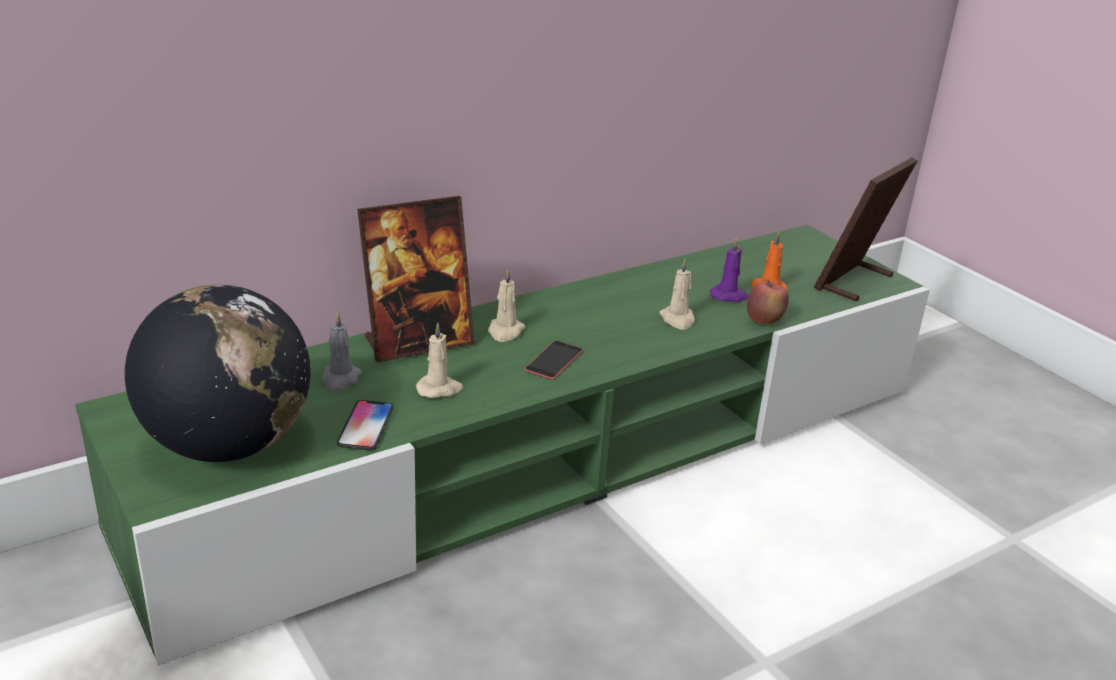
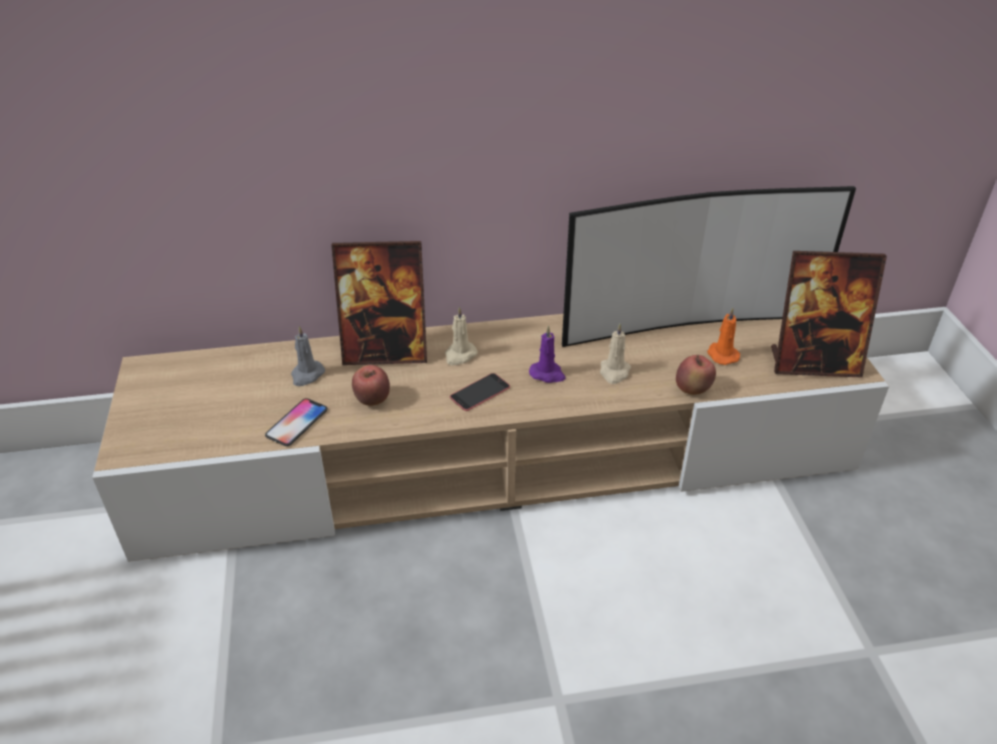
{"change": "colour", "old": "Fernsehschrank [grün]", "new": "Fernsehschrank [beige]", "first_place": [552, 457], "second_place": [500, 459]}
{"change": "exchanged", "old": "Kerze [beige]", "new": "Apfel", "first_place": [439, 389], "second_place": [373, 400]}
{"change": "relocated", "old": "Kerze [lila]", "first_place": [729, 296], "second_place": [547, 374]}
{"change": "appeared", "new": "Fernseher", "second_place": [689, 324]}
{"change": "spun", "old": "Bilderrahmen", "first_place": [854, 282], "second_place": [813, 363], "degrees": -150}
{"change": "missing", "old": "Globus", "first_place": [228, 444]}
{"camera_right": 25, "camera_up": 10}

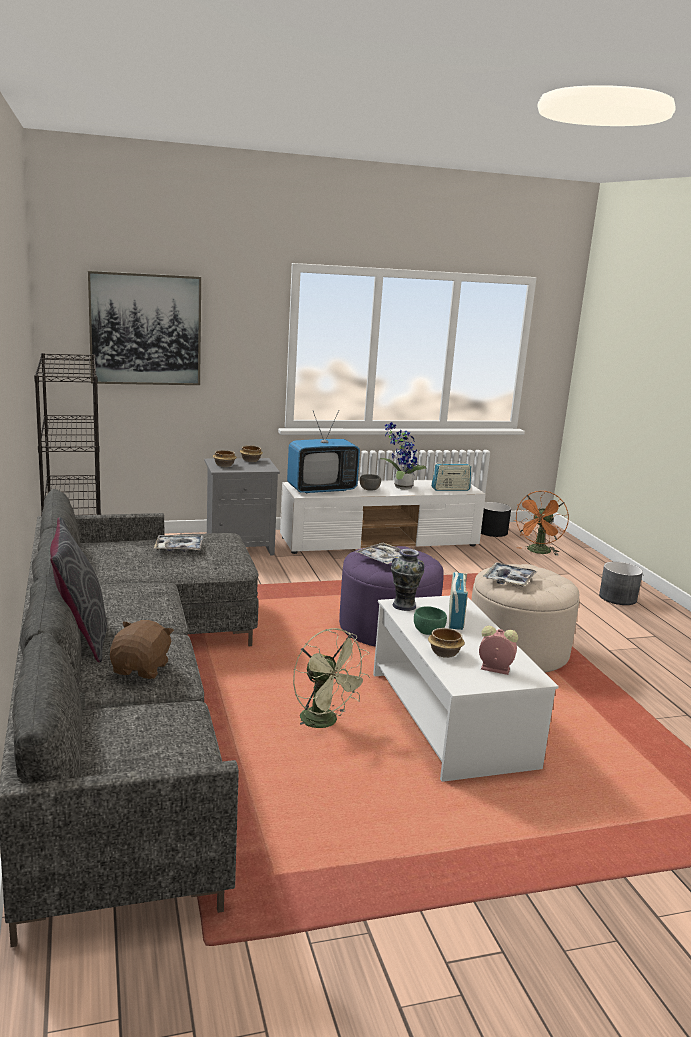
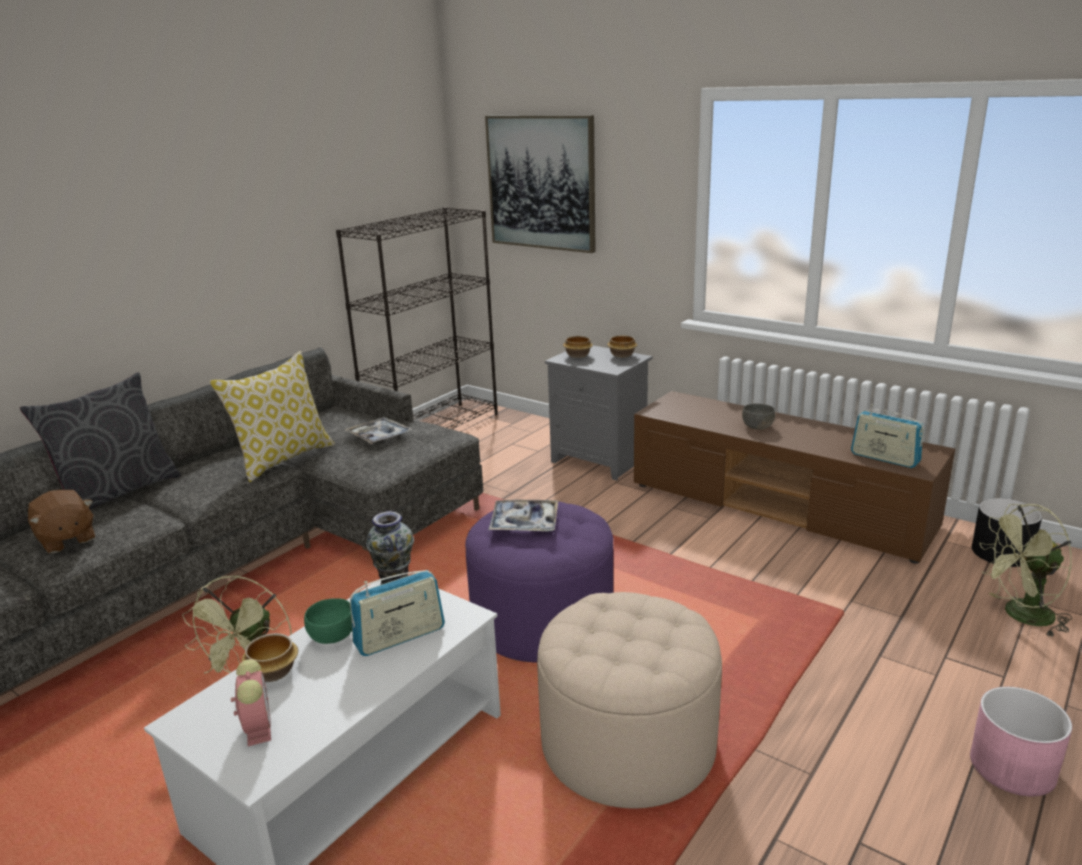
{"change": "spun", "old": "Plüschtier [braun]", "first_place": [141, 669], "second_place": [66, 540], "degrees": 75}
{"change": "appeared", "new": "Kissen", "second_place": [284, 458]}
{"change": "colour", "old": "Fernsehschrank [weiß]", "new": "Fernsehschrank [braun]", "first_place": [380, 542], "second_place": [780, 507]}
{"change": "colour", "old": "Pflanzkübel [grau]", "new": "Pflanzkübel [rosa]", "first_place": [617, 598], "second_place": [1012, 766]}
{"change": "colour", "old": "Ventilator [orange]", "new": "Ventilator [grün]", "first_place": [538, 552], "second_place": [1020, 616]}
{"change": "missing", "old": "Fernseher", "first_place": [321, 489]}
{"change": "missing", "old": "Topfpflanze", "first_place": [400, 487]}
{"change": "missing", "old": "Tablett", "first_place": [509, 580]}
{"camera_right": 55, "camera_up": 5}

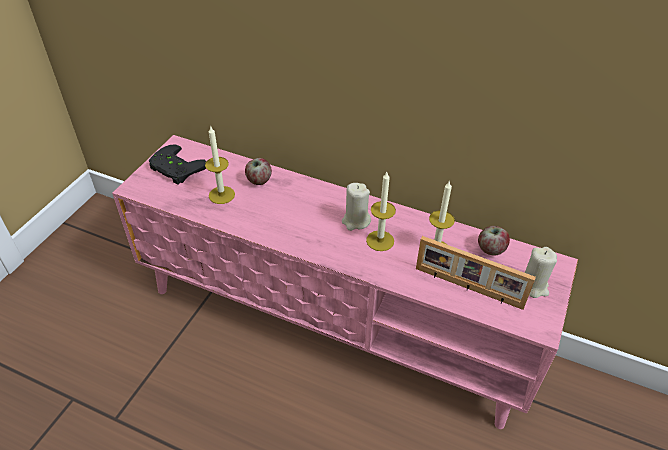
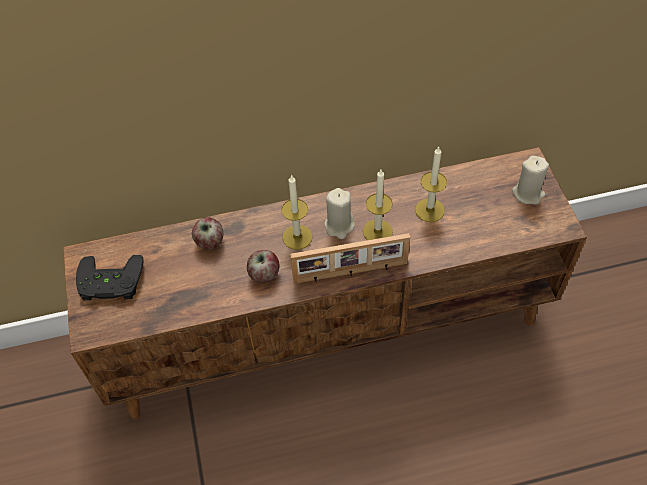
{"change": "colour", "old": "Fernsehschrank [rosa]", "new": "Fernsehschrank [braun]", "first_place": [334, 322], "second_place": [329, 328]}
{"change": "relocated", "old": "Apfel", "first_place": [491, 249], "second_place": [264, 274]}
{"change": "relocated", "old": "Kerze", "first_place": [221, 195], "second_place": [297, 237]}
{"change": "relocated", "old": "Bilderrahmen", "first_place": [468, 288], "second_place": [350, 273]}
{"camera_right": -35, "camera_up": 10}

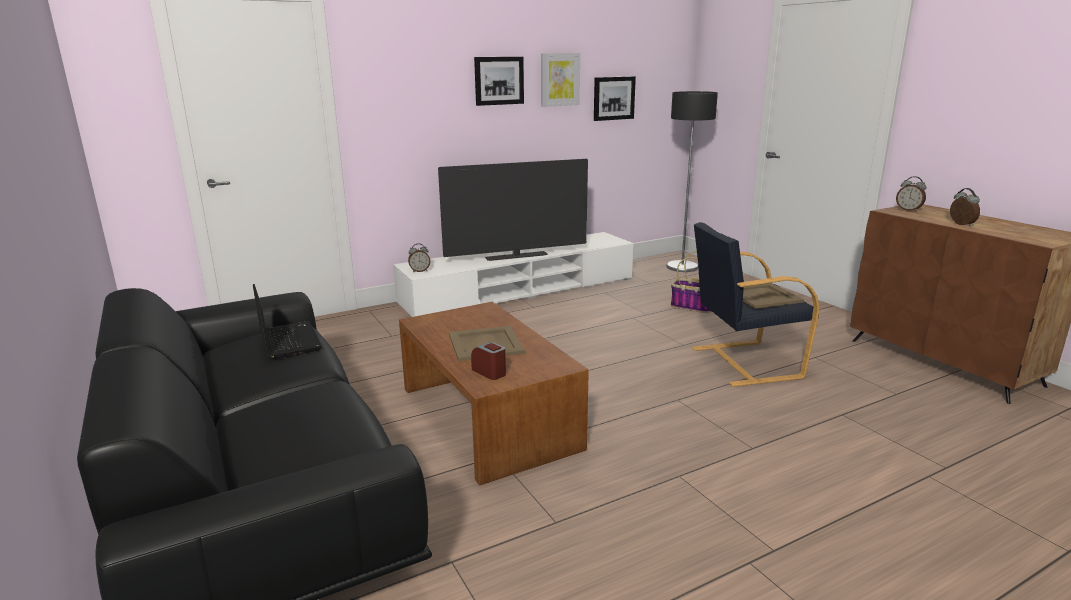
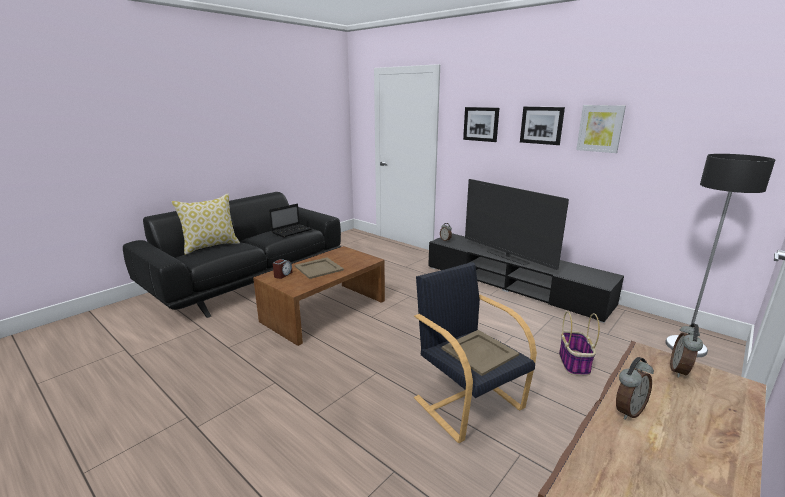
{"change": "appeared", "new": "Kissen", "second_place": [211, 246]}
{"change": "colour", "old": "Fernsehschrank [weiß]", "new": "Fernsehschrank [schwarz]", "first_place": [520, 291], "second_place": [513, 285]}
{"change": "relocated", "old": "Bild", "first_place": [613, 98], "second_place": [481, 124]}
{"camera_right": 70, "camera_up": 0}

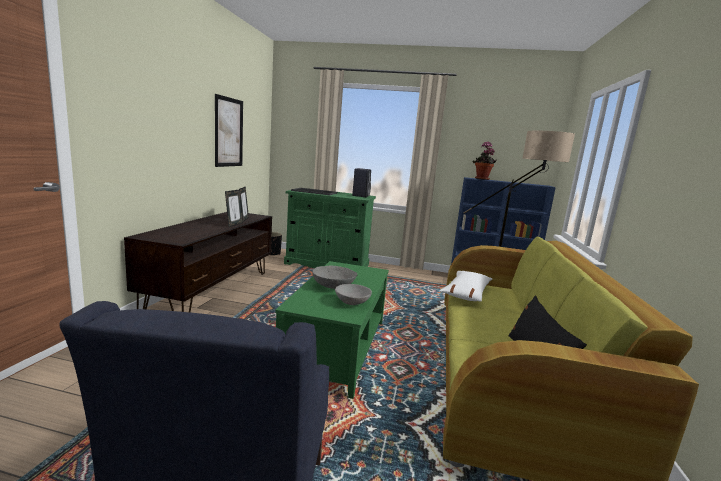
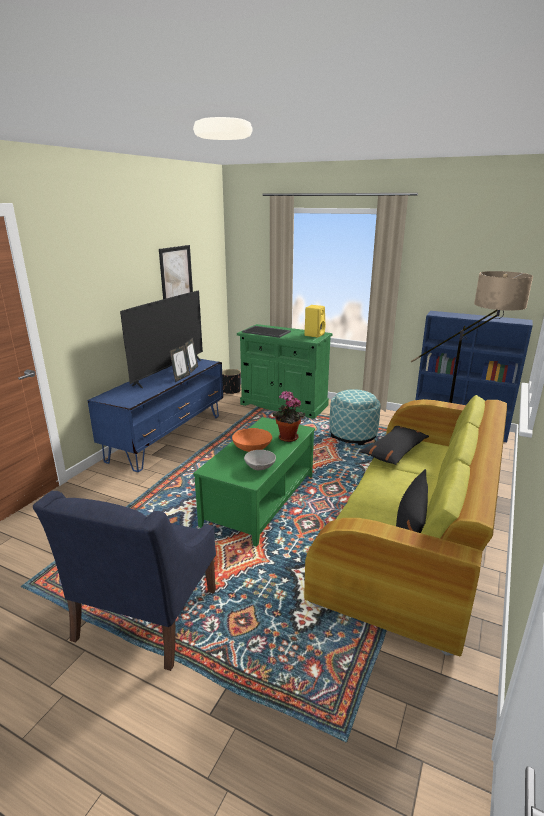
{"change": "colour", "old": "Fernsehschrank [braun]", "new": "Fernsehschrank [blau]", "first_place": [212, 291], "second_place": [167, 437]}
{"change": "appeared", "new": "Fernseher", "second_place": [168, 372]}
{"change": "colour", "old": "Schüssel [grau]", "new": "Schüssel [orange]", "first_place": [333, 285], "second_place": [252, 447]}
{"change": "relocated", "old": "Topfpflanze", "first_place": [482, 179], "second_place": [287, 438]}
{"change": "colour", "old": "Lautsprecher [schwarz]", "new": "Lautsprecher [gelb]", "first_place": [360, 196], "second_place": [314, 334]}
{"change": "appeared", "new": "Polsterhocker", "second_place": [353, 435]}
{"change": "colour", "old": "Kissen [weiß]", "new": "Kissen [schwarz]", "first_place": [466, 293], "second_place": [394, 451]}
{"camera_right": 15, "camera_up": 10}

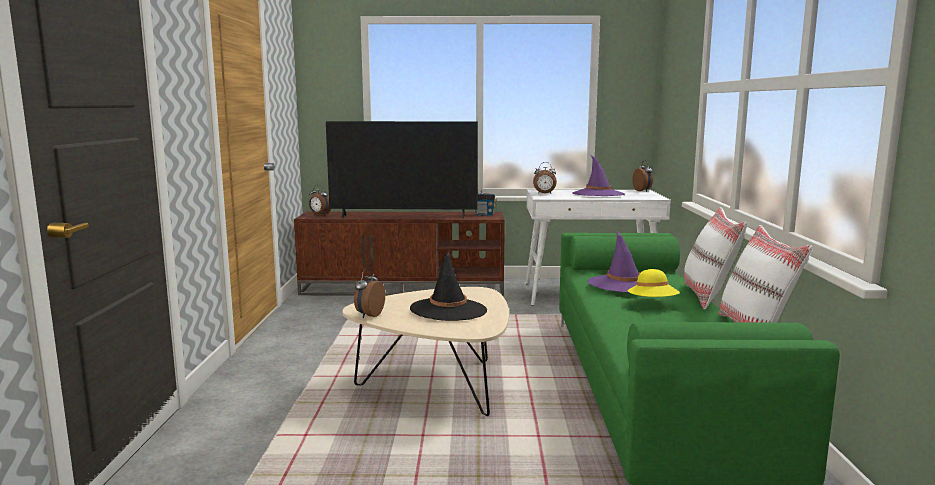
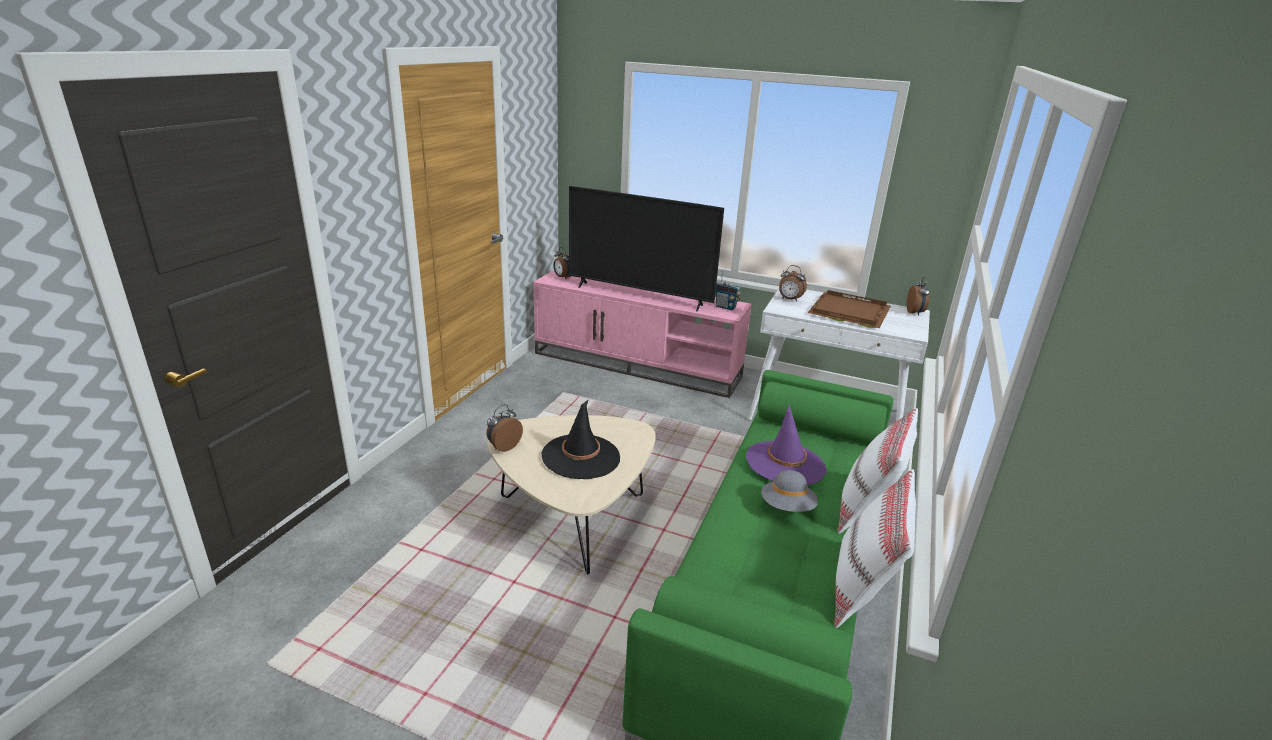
{"change": "colour", "old": "Fernsehschrank [braun]", "new": "Fernsehschrank [rosa]", "first_place": [404, 288], "second_place": [638, 364]}
{"change": "colour", "old": "Hut [gelb]", "new": "Hut [grau]", "first_place": [652, 303], "second_place": [787, 507]}
{"change": "exchanged", "old": "Hut [lila]", "new": "Tablett [braun]", "first_place": [598, 194], "second_place": [850, 313]}
{"camera_right": 20, "camera_up": 15}

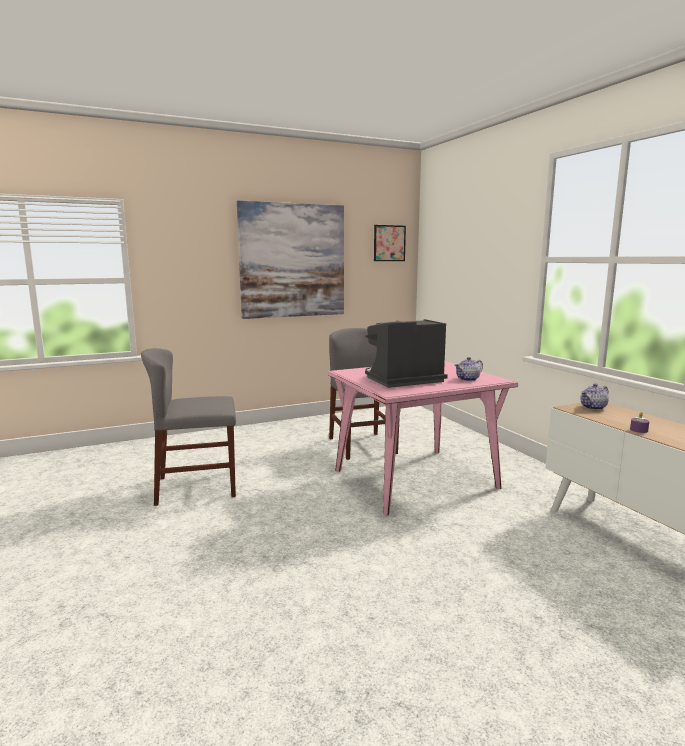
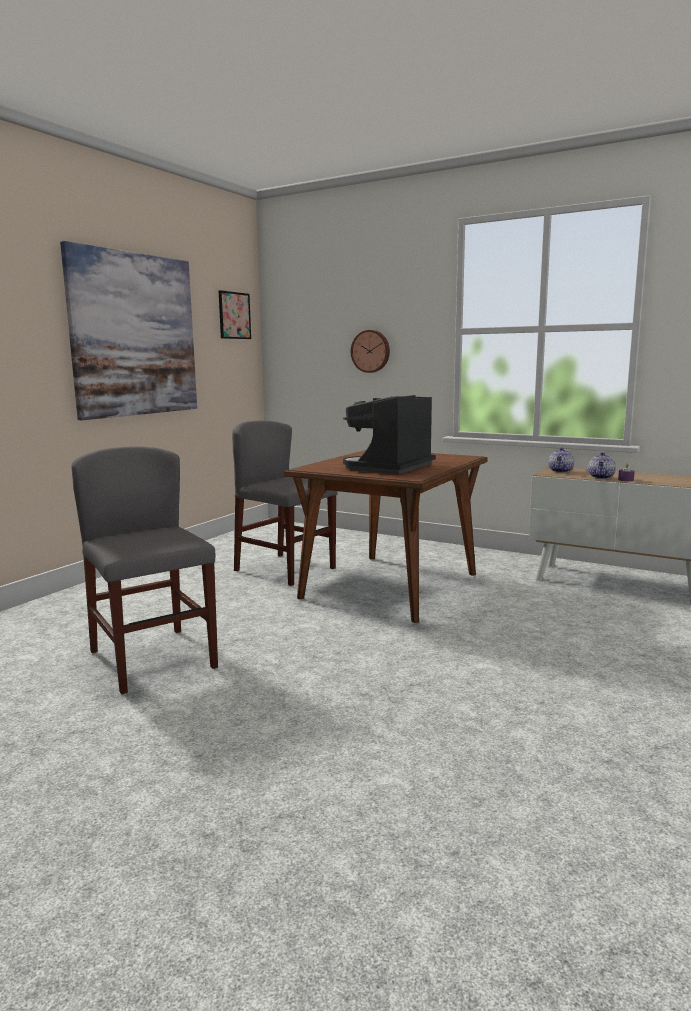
{"change": "spun", "old": "Stuhl [grau]", "first_place": [197, 487], "second_place": [153, 659], "degrees": 105}
{"change": "colour", "old": "Esstisch [rosa]", "new": "Esstisch [braun]", "first_place": [414, 479], "second_place": [390, 586]}
{"change": "appeared", "new": "Wanduhr", "second_place": [371, 351]}
{"change": "relocated", "old": "Teekanne", "first_place": [468, 379], "second_place": [601, 477]}
{"camera_right": -35, "camera_up": 0}

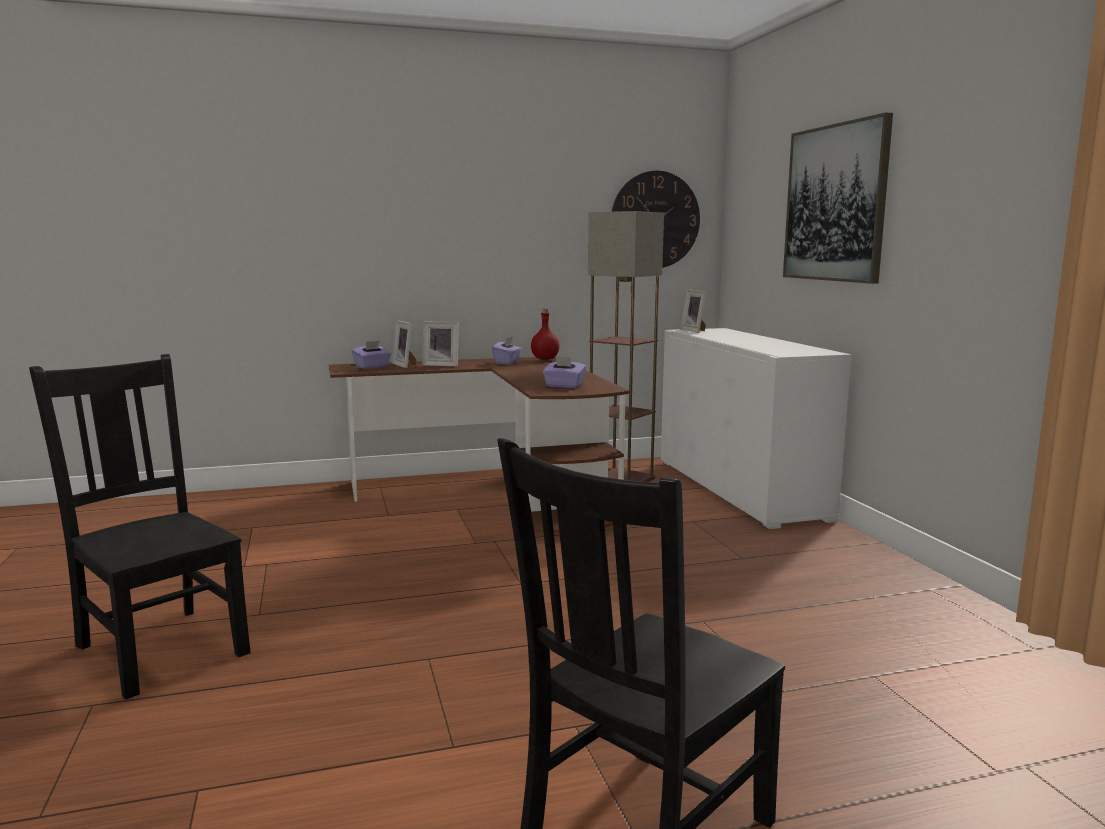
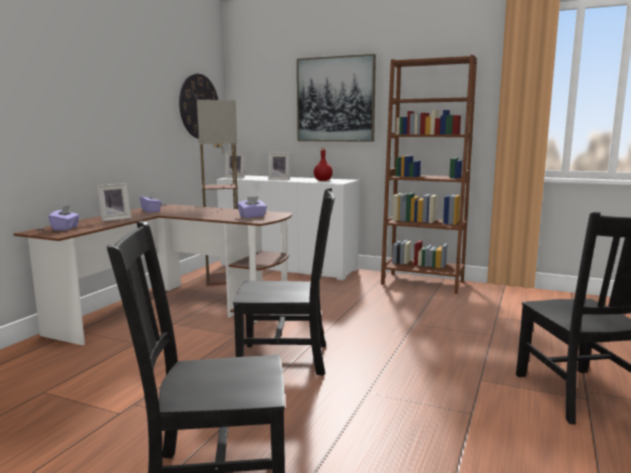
{"change": "appeared", "new": "Stuhl [schwarz]", "second_place": [287, 359]}
{"change": "relocated", "old": "Bilderrahmen", "first_place": [405, 365], "second_place": [279, 179]}
{"change": "relocated", "old": "Flasche [rot]", "first_place": [545, 359], "second_place": [323, 180]}
{"change": "appeared", "new": "Bücherregal [braun]", "second_place": [422, 283]}
{"camera_right": -50, "camera_up": 0}

